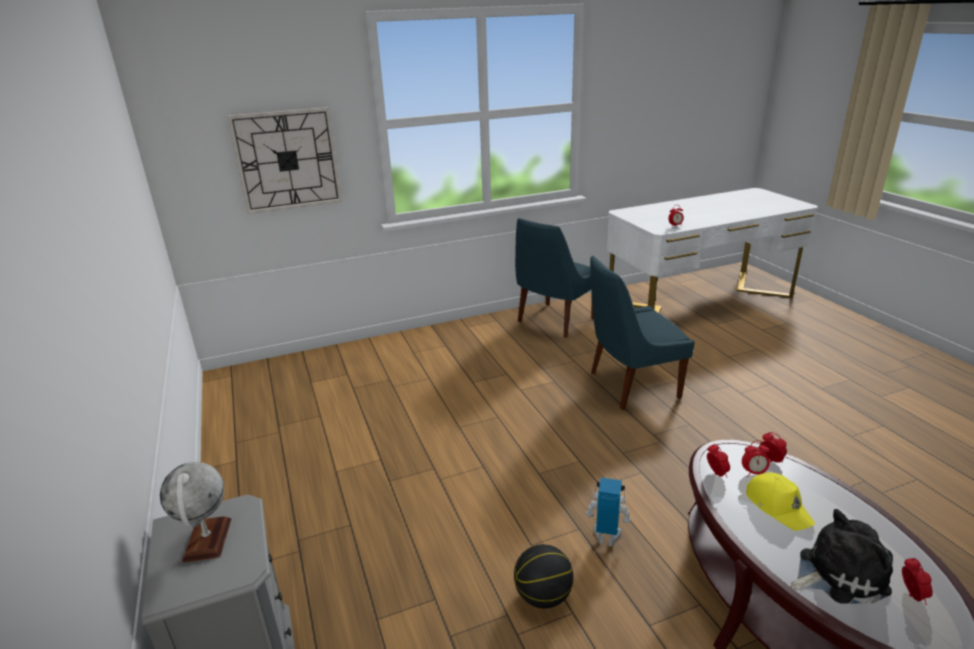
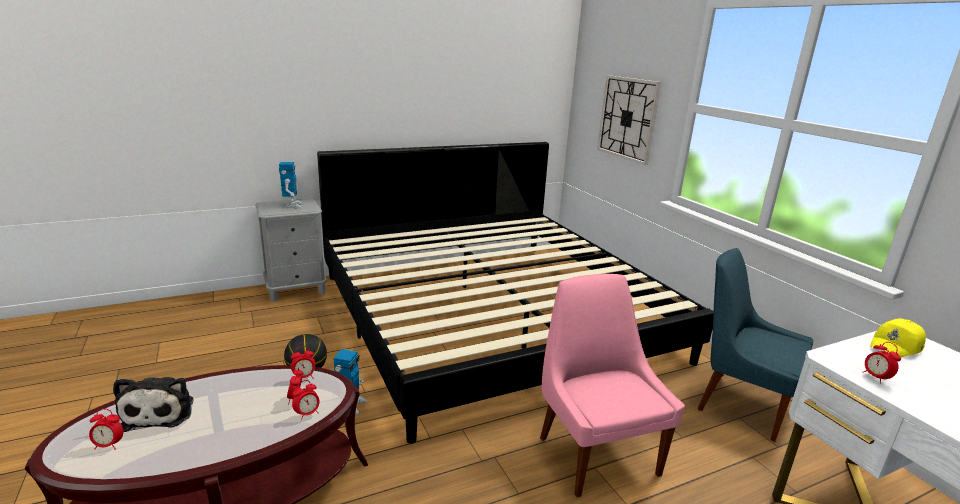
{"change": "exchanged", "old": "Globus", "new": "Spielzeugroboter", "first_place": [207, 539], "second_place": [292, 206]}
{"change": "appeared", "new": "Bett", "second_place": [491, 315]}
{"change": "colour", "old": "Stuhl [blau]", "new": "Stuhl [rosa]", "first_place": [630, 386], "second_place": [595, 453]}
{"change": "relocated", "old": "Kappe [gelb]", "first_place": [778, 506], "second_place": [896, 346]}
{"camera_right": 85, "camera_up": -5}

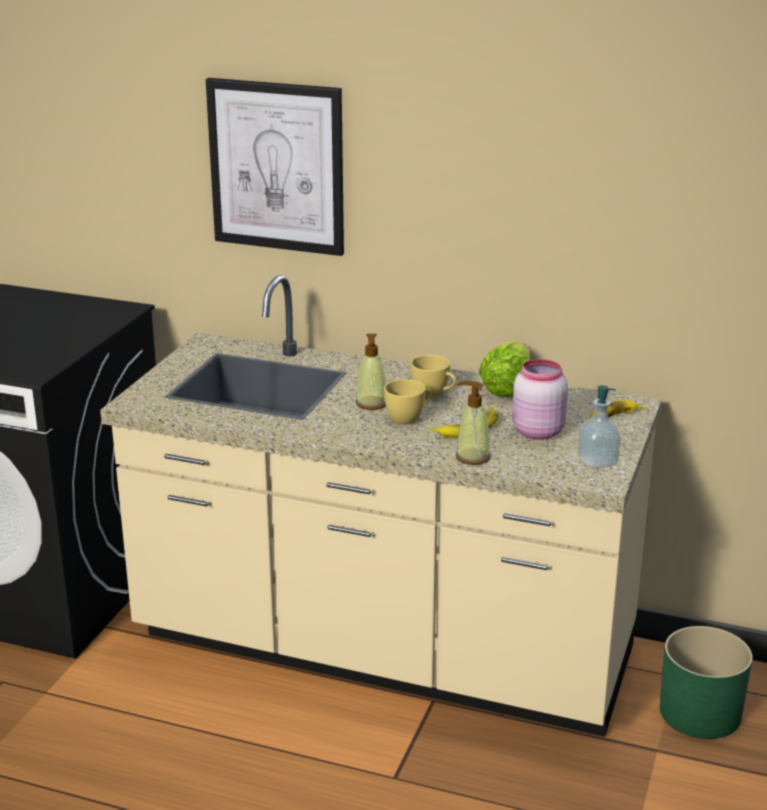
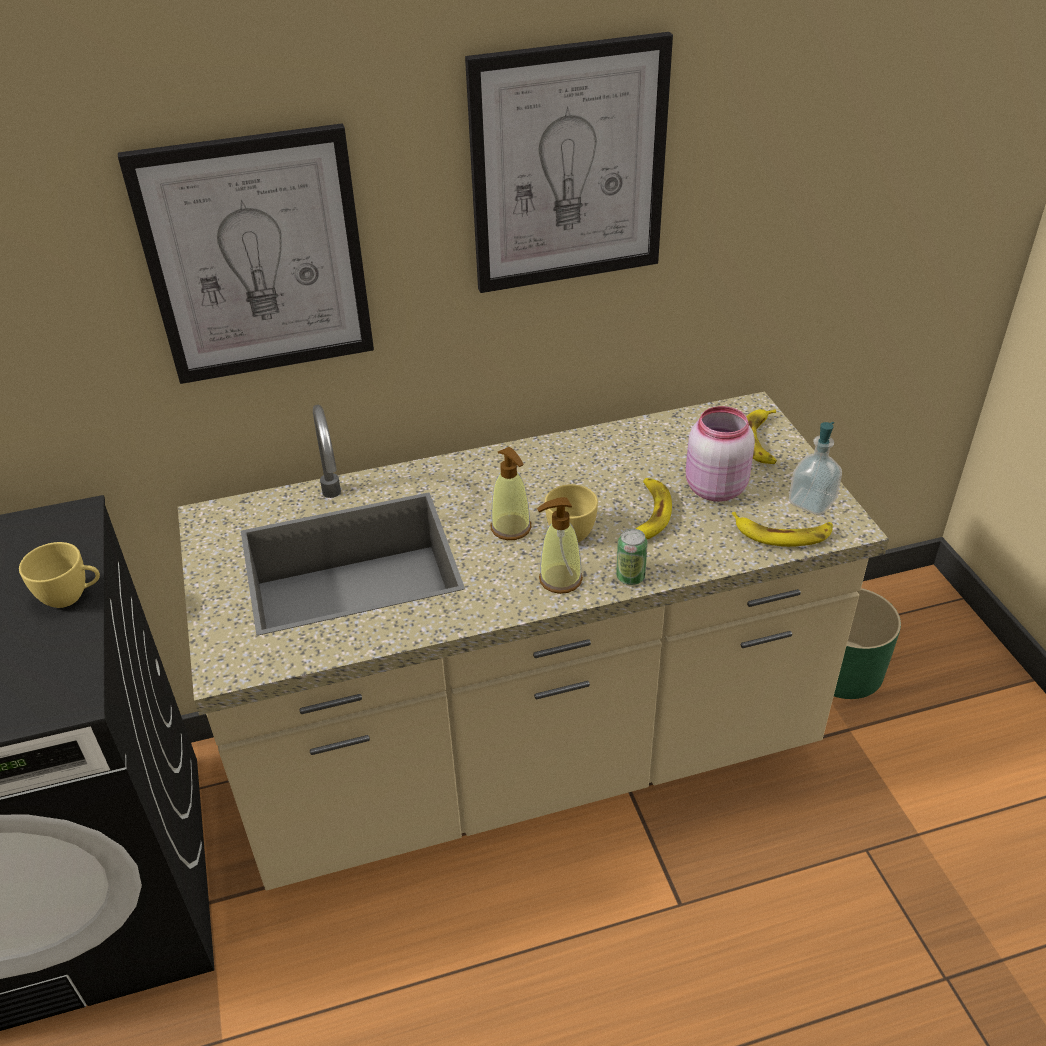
{"change": "relocated", "old": "Tasse [gelb]", "first_place": [434, 394], "second_place": [72, 596]}
{"change": "appeared", "new": "Bild", "second_place": [568, 167]}
{"change": "relocated", "old": "Seifenspender", "first_place": [472, 457], "second_place": [560, 579]}
{"change": "appeared", "new": "Dose", "second_place": [630, 577]}
{"change": "appeared", "new": "Banane", "second_place": [782, 534]}
{"change": "missing", "old": "Salatkopf", "first_place": [506, 389]}
{"camera_right": -35, "camera_up": 15}

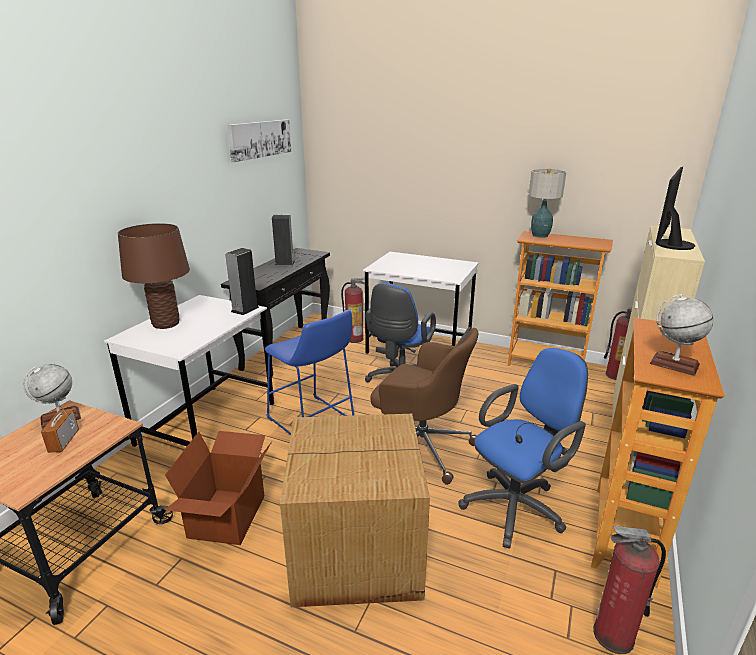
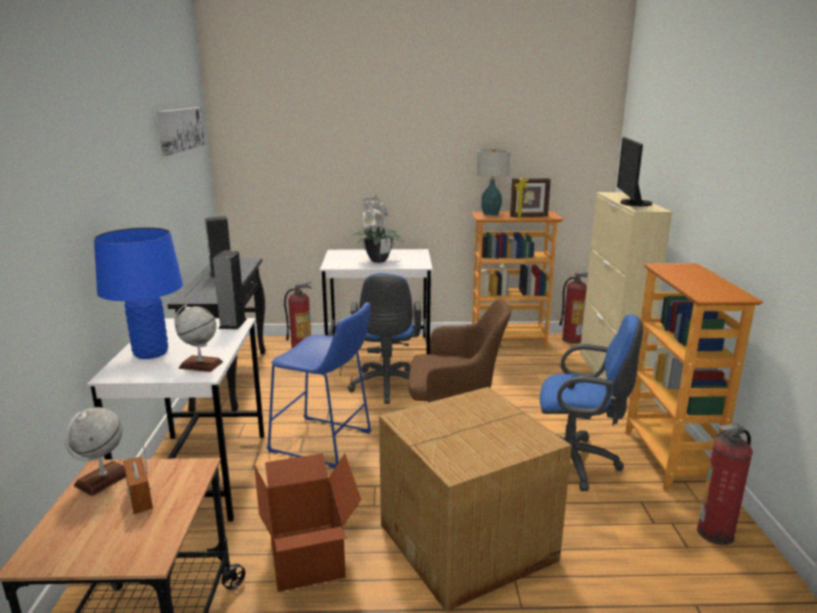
{"change": "colour", "old": "Tischlampe [braun]", "new": "Tischlampe [blau]", "first_place": [166, 324], "second_place": [150, 353]}
{"change": "relocated", "old": "Globus", "first_place": [674, 364], "second_place": [200, 365]}
{"change": "appeared", "new": "Topfpflanze", "second_place": [377, 261]}
{"change": "appeared", "new": "Bilderrahmen", "second_place": [529, 216]}
{"change": "spun", "old": "Bürostuhl [blau]", "first_place": [517, 506], "second_place": [575, 462], "degrees": 75}
{"camera_right": -25, "camera_up": -5}

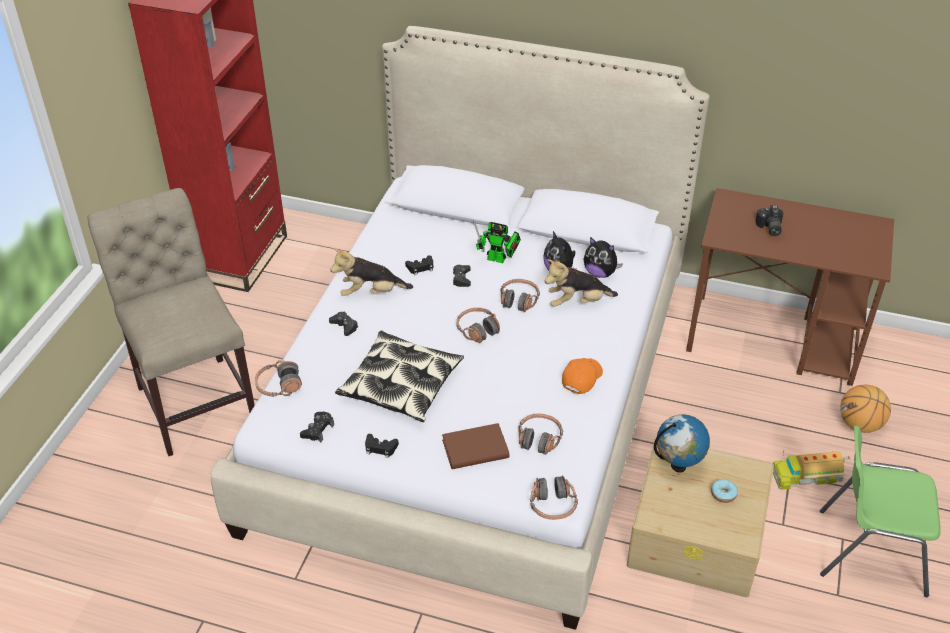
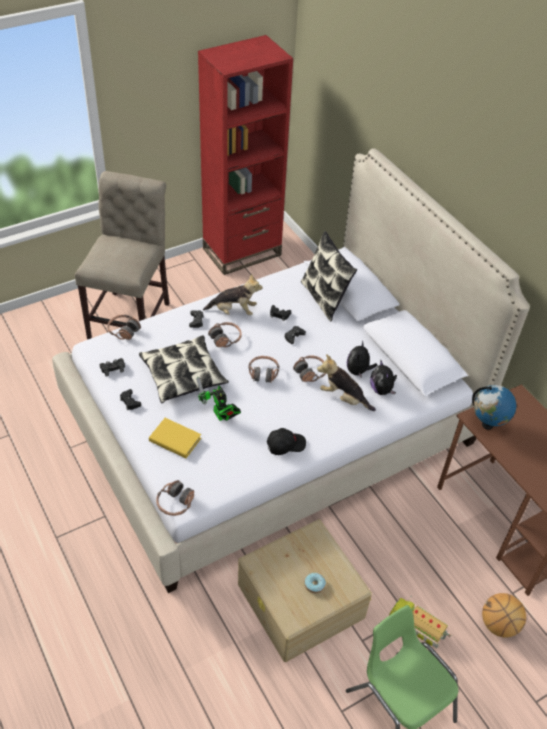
{"change": "colour", "old": "Buch [braun]", "new": "Buch [gelb]", "first_place": [475, 449], "second_place": [175, 440]}
{"change": "relocated", "old": "Spielzeugroboter", "first_place": [499, 259], "second_place": [220, 416]}
{"change": "spun", "old": "Plüschtier", "first_place": [371, 293], "second_place": [234, 311], "degrees": 150}
{"change": "relocated", "old": "Kopfhörer", "first_place": [539, 439], "second_place": [225, 338]}
{"change": "colour", "old": "Kappe [orange]", "new": "Kappe [schwarz]", "first_place": [581, 378], "second_place": [285, 444]}
{"change": "appeared", "new": "Kissen", "second_place": [324, 298]}
{"change": "relocated", "old": "Globus", "first_place": [678, 466], "second_place": [487, 424]}
{"change": "missing", "old": "Kamera", "first_place": [769, 228]}
{"camera_right": 40, "camera_up": 5}

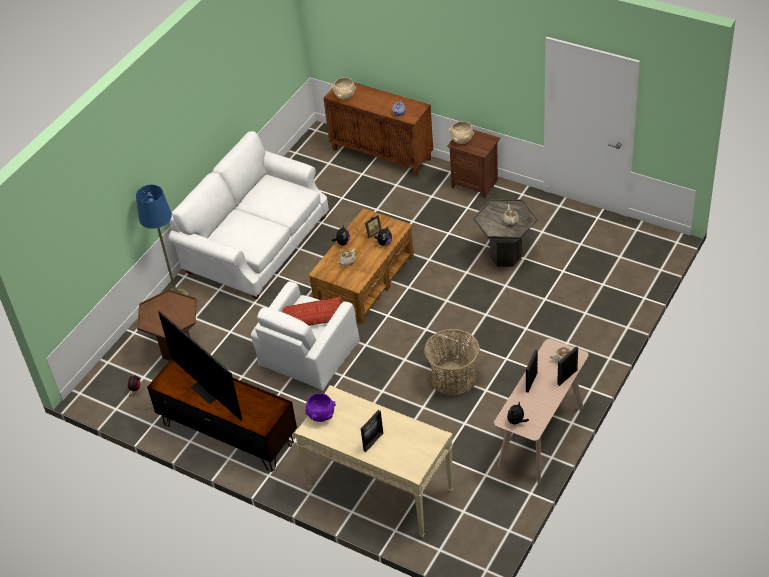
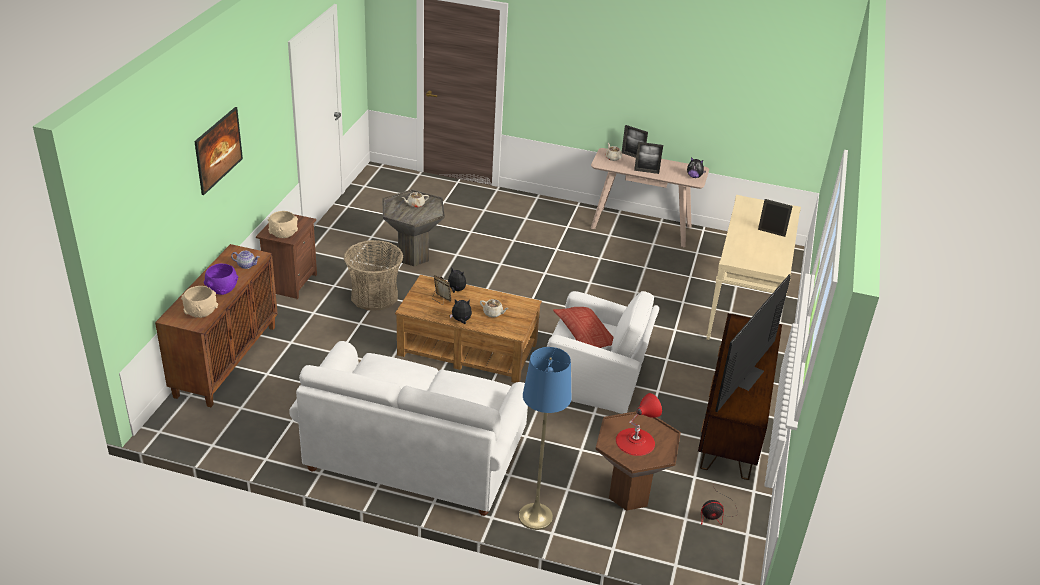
{"change": "appeared", "new": "Bild", "second_place": [220, 163]}
{"change": "relocated", "old": "Schüssel [lila]", "first_place": [321, 416], "second_place": [222, 290]}
{"change": "relocated", "old": "Korb", "first_place": [453, 379], "second_place": [374, 296]}
{"change": "appeared", "new": "Tischlampe [rot]", "second_place": [635, 441]}
{"camera_right": -110, "camera_up": -10}

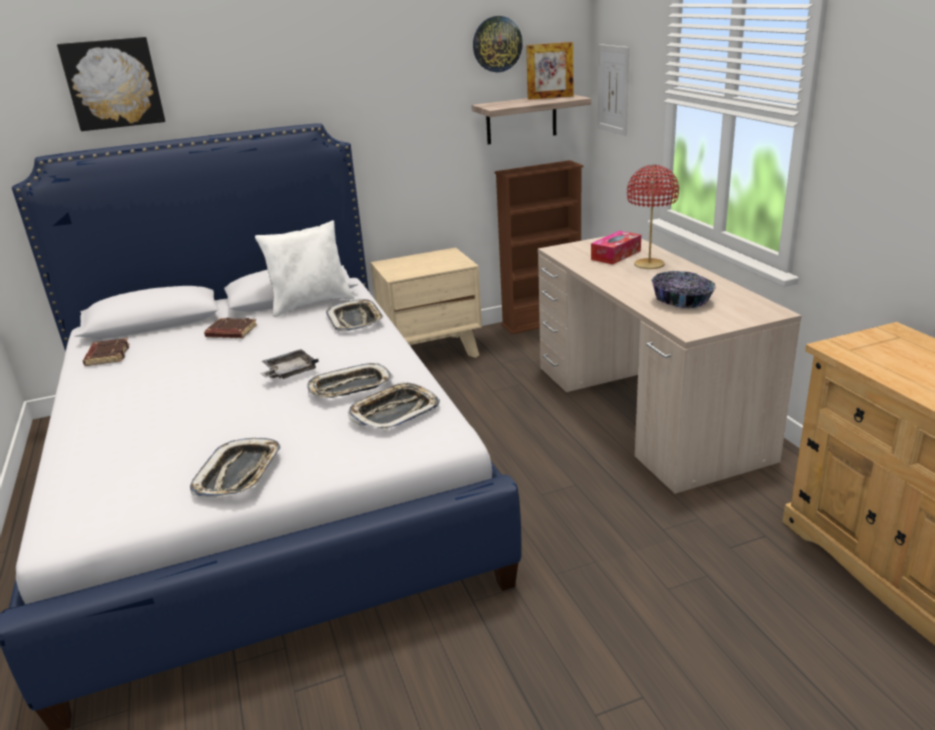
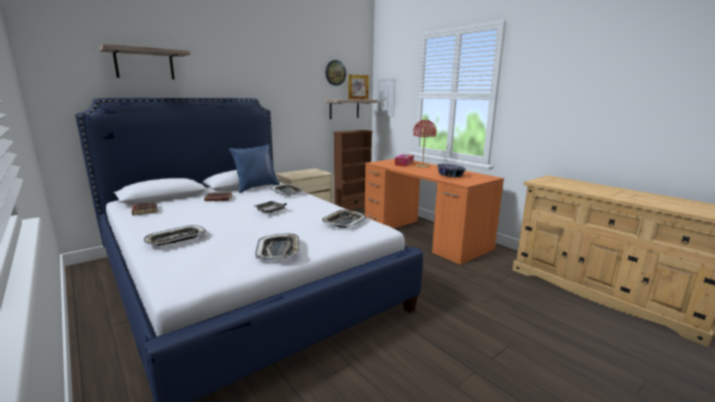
{"change": "exchanged", "old": "Bild", "new": "Wandregal", "first_place": [113, 83], "second_place": [144, 64]}
{"change": "relocated", "old": "Tablett", "first_place": [350, 388], "second_place": [176, 239]}
{"change": "colour", "old": "Kissen [weiß]", "new": "Kissen [blau]", "first_place": [311, 304], "second_place": [256, 187]}
{"change": "colour", "old": "Schreibtisch [beige]", "new": "Schreibtisch [orange]", "first_place": [645, 410], "second_place": [423, 235]}
{"camera_right": -20, "camera_up": -10}

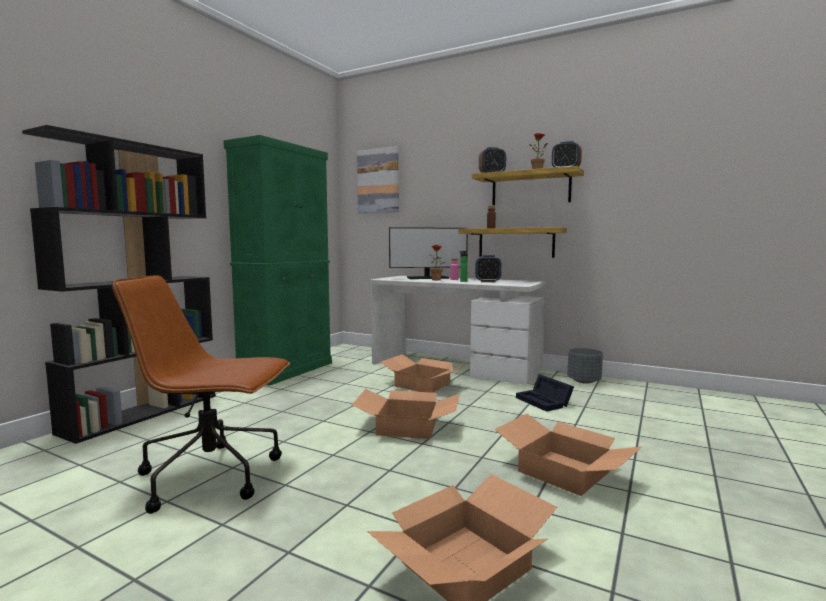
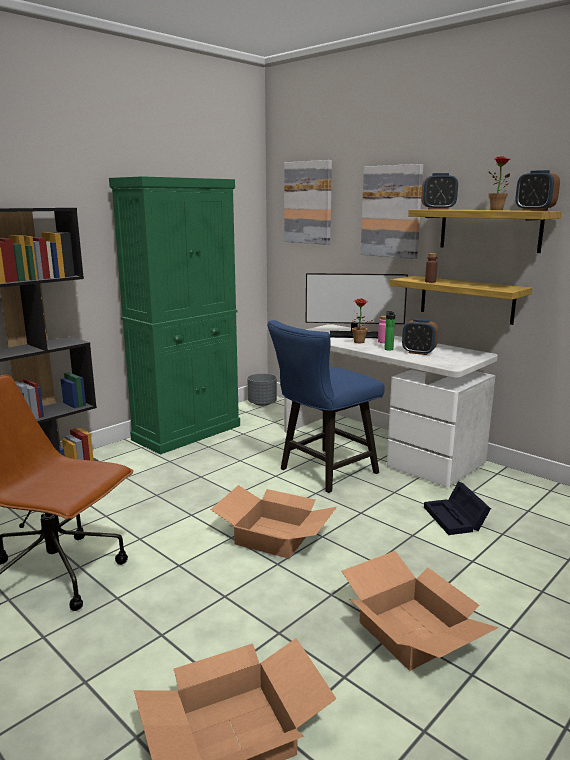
{"change": "relocated", "old": "Pflanzkübel [grau]", "first_place": [584, 381], "second_place": [262, 403]}
{"change": "exchanged", "old": "Karton", "new": "Stuhl [blau]", "first_place": [421, 385], "second_place": [323, 472]}
{"change": "appeared", "new": "Bild", "second_place": [391, 211]}
{"camera_right": 15, "camera_up": 10}

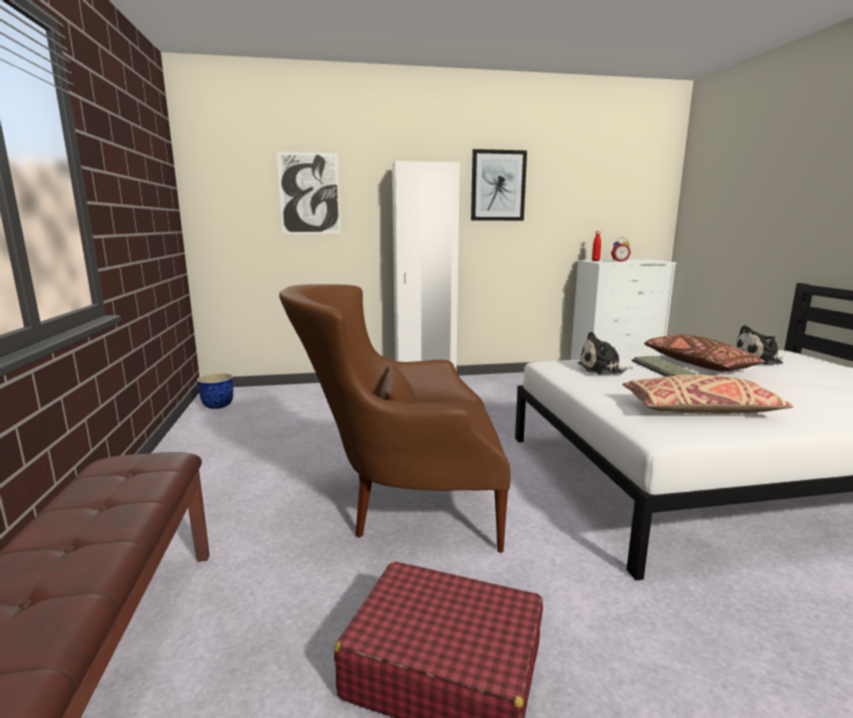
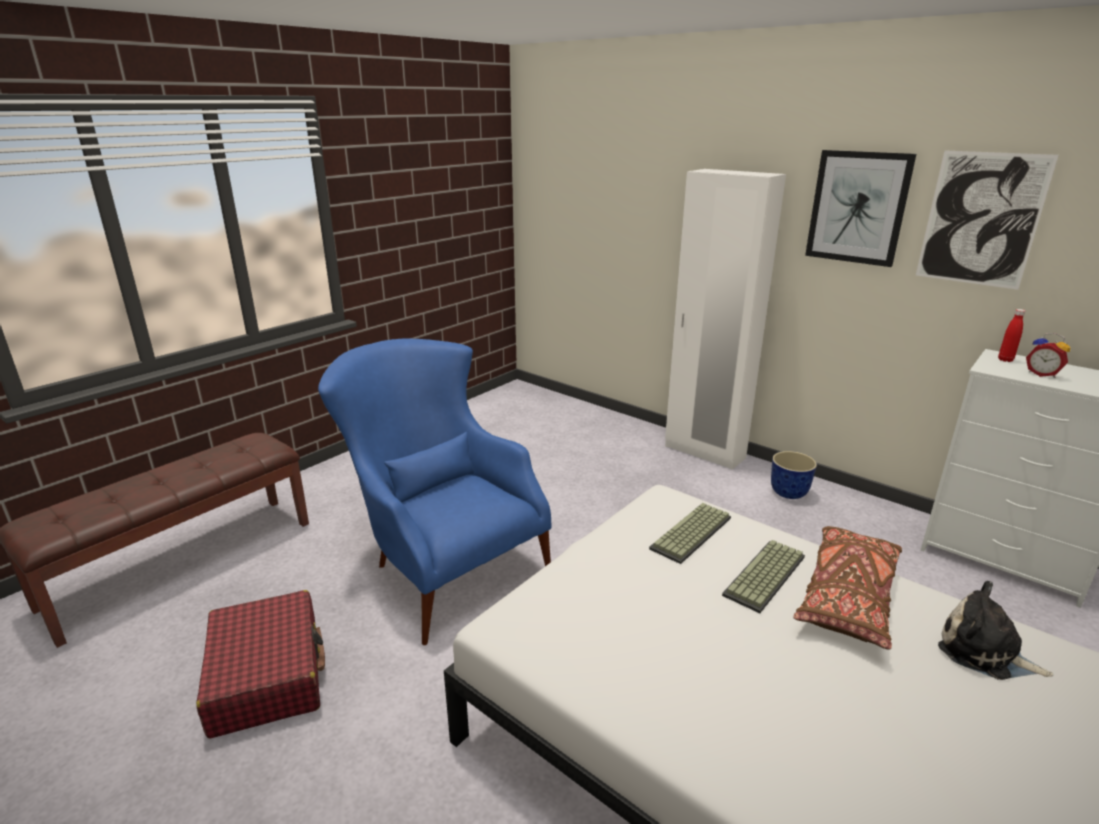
{"change": "colour", "old": "Sessel [braun]", "new": "Sessel [blau]", "first_place": [402, 506], "second_place": [441, 563]}
{"change": "exchanged", "old": "Plüschtier", "new": "Tastatur", "first_place": [603, 369], "second_place": [692, 534]}
{"change": "relocated", "old": "Pflanzkübel", "first_place": [218, 405], "second_place": [789, 493]}
{"change": "relocated", "old": "Bild", "first_place": [309, 193], "second_place": [981, 219]}
{"change": "missing", "old": "Kissen [beige]", "first_place": [700, 410]}
{"camera_right": 50, "camera_up": 10}

